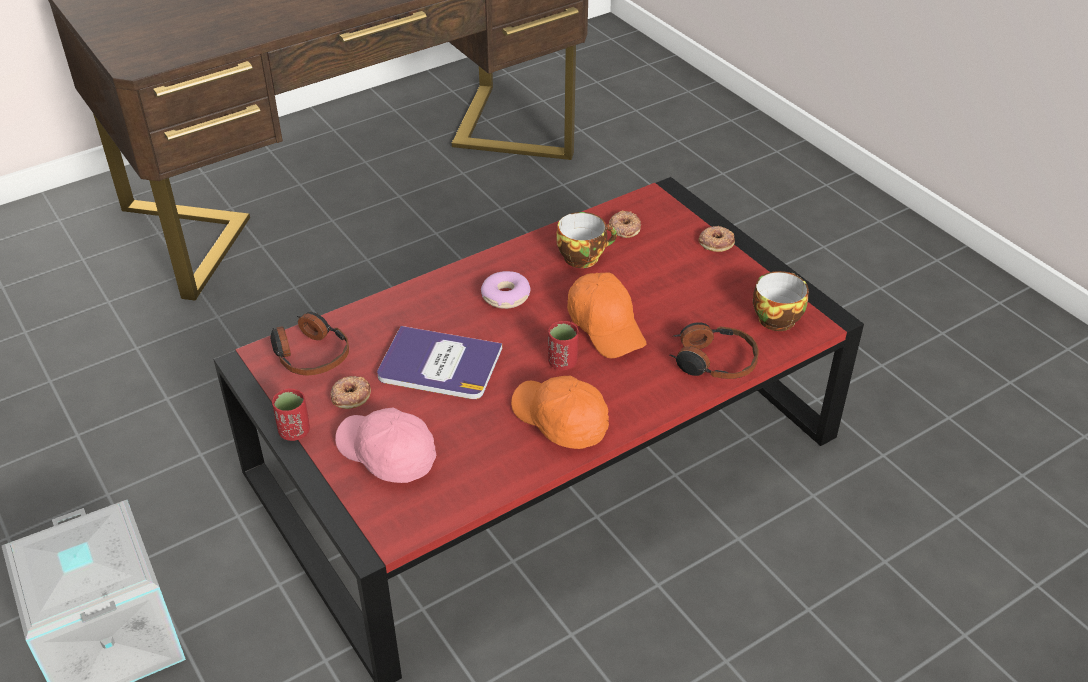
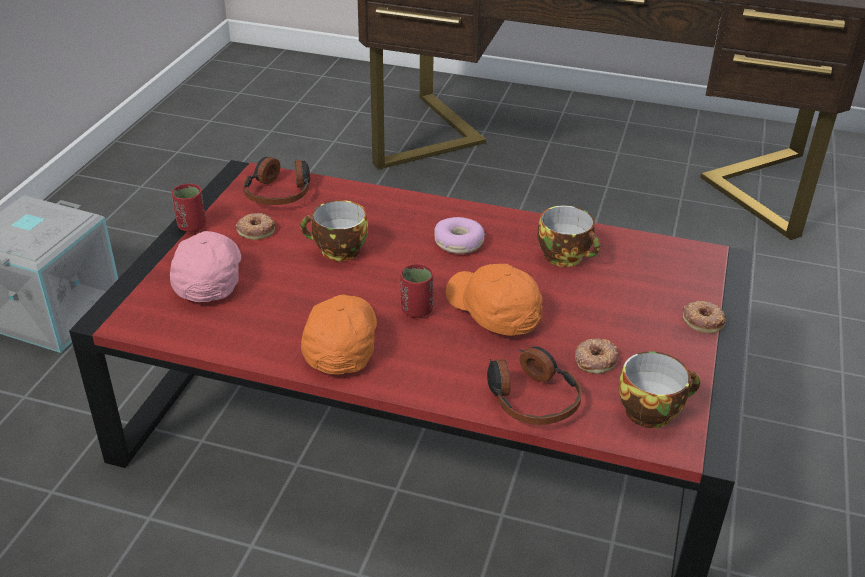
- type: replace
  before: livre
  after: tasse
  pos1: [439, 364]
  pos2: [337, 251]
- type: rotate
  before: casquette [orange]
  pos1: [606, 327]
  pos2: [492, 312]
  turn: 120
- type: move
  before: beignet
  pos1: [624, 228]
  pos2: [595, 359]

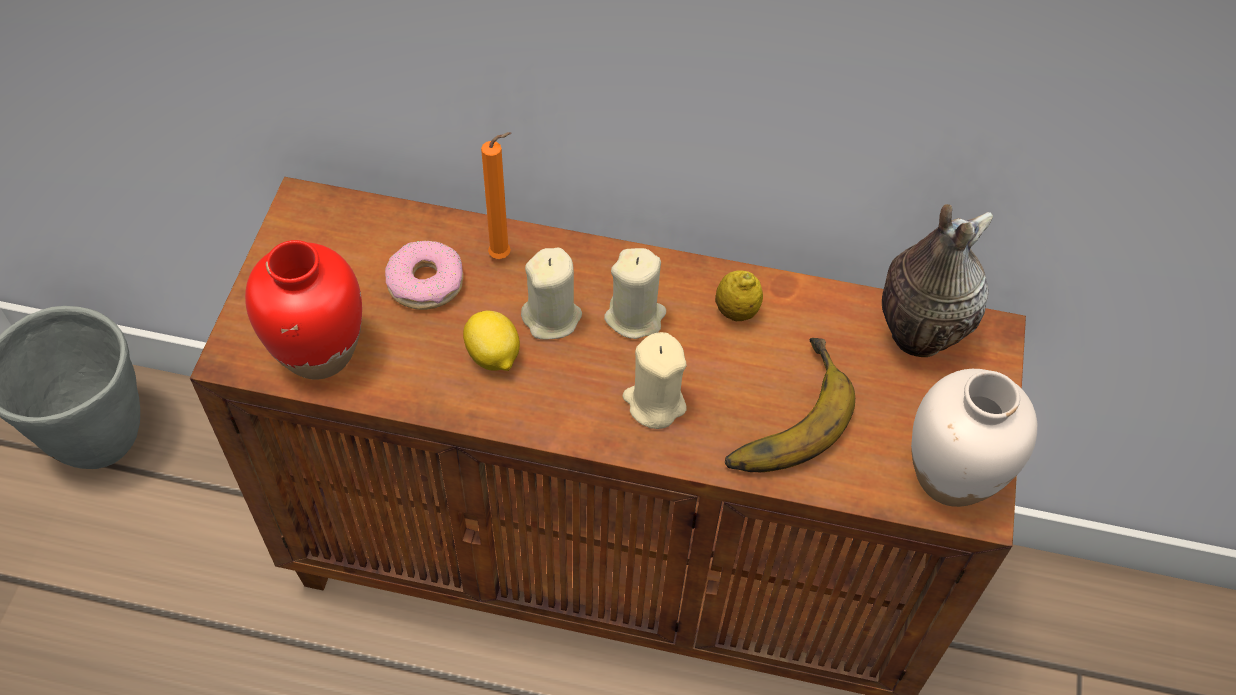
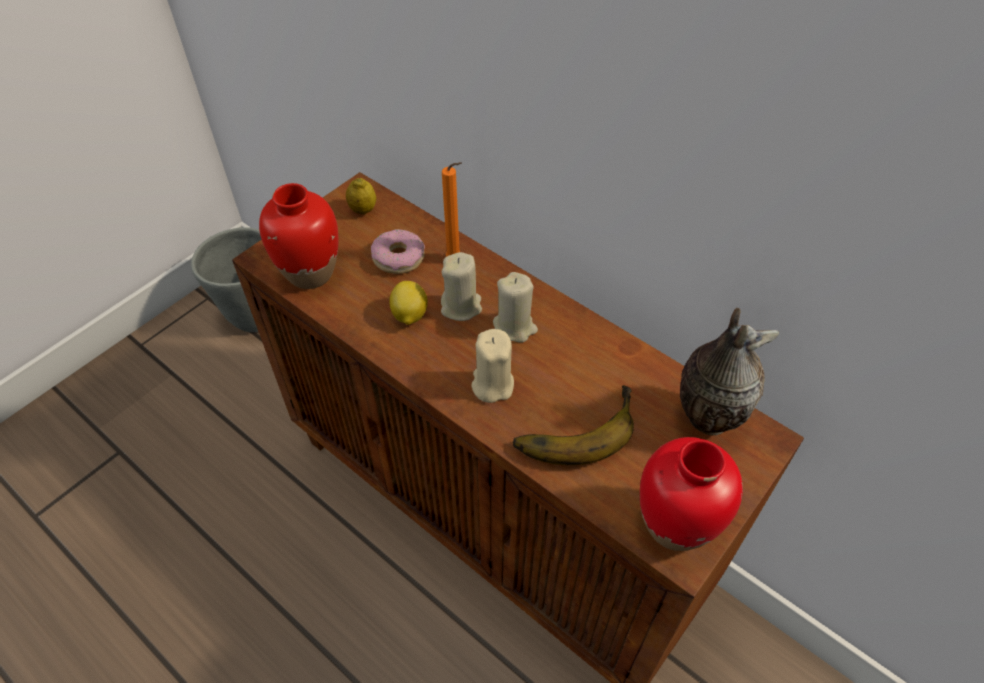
- type: move
  before: citron
  pos1: [736, 311]
  pos2: [363, 210]
- type: recolor
  before: vase [blanc]
  after: vase [rouge]
  pos1: [951, 476]
  pos2: [675, 524]

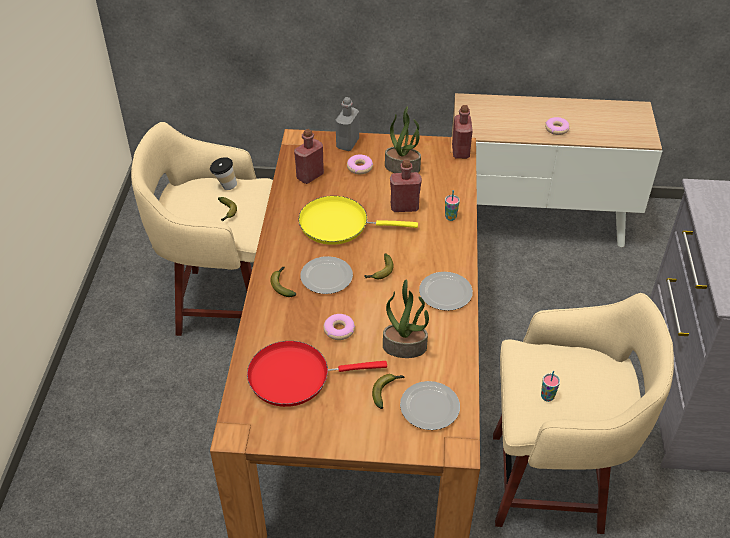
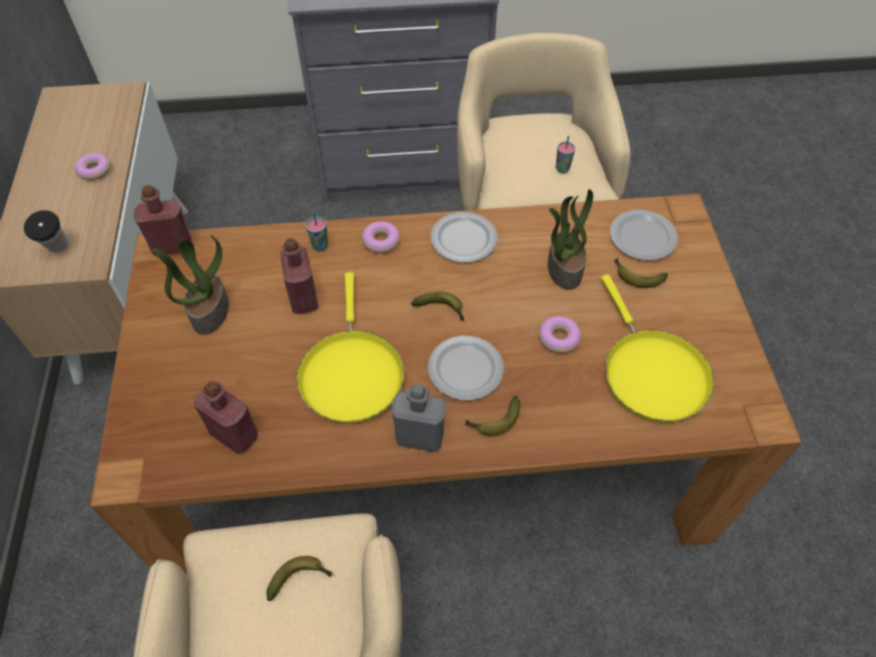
- type: move
  before: tasse
  pos1: [225, 186]
  pos2: [57, 250]
- type: move
  before: beignet
  pos1: [360, 167]
  pos2: [381, 241]
- type: move
  before: bouteille [gris]
  pos1: [347, 144]
  pos2: [419, 437]
- type: recolor
  before: poêle [rouge]
  after: poêle [jaune]
  pos1: [295, 376]
  pos2: [651, 372]

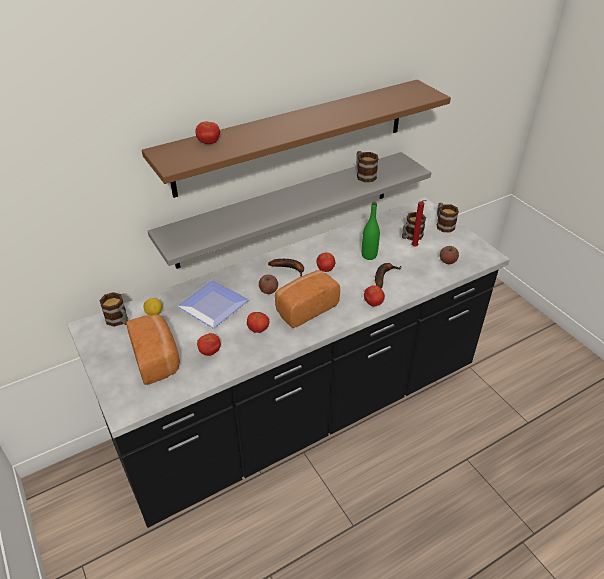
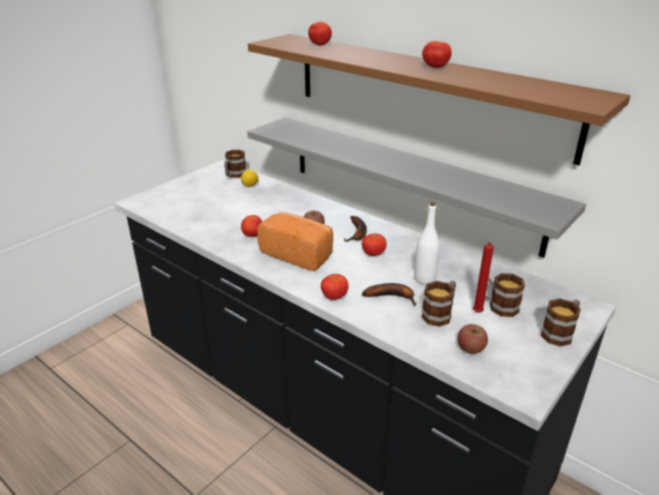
- type: recolor
  before: bouteille [vert]
  after: bouteille [blanc]
  pos1: [369, 255]
  pos2: [424, 279]
- type: move
  before: mug
  pos1: [364, 175]
  pos2: [440, 313]
- type: move
  before: tomate
  pos1: [210, 351]
  pos2: [435, 67]
- type: delete
  before: pain
  pos1: [157, 358]
- type: delete
  before: assiette
  pos1: [213, 307]

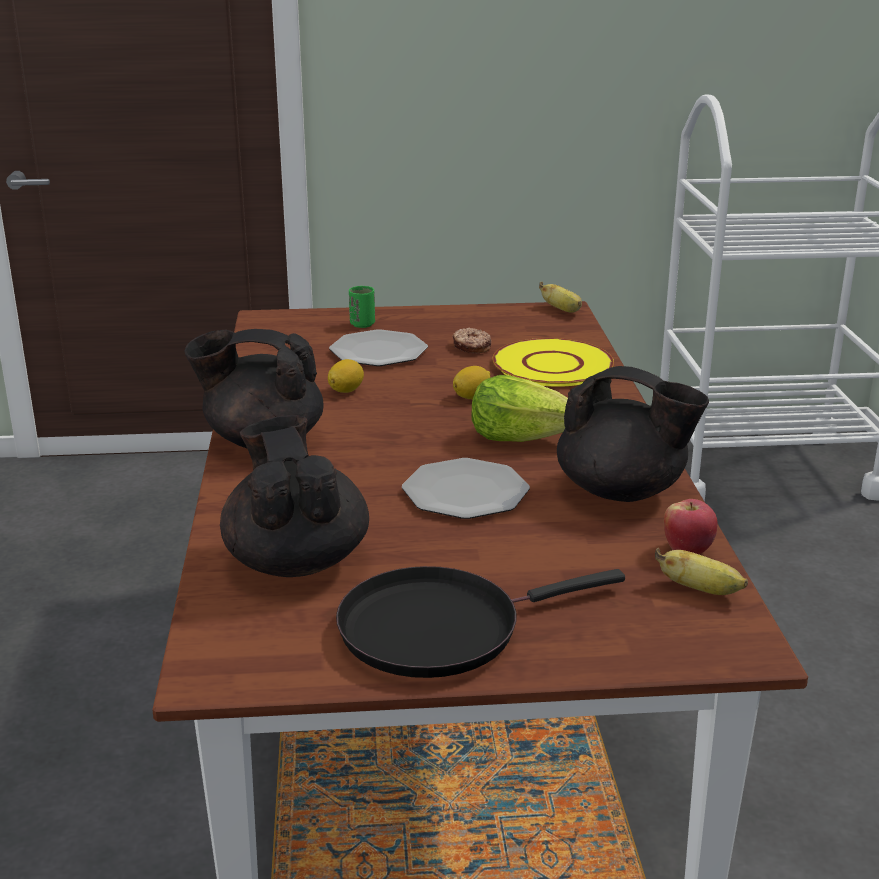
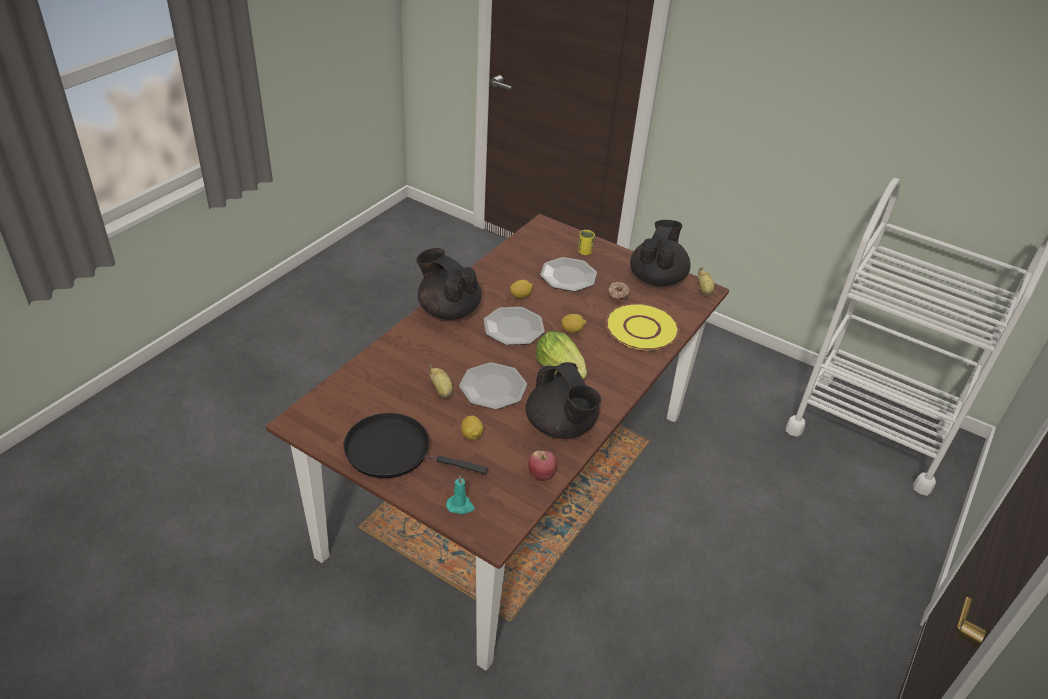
- type: move
  before: banane
  pos1: [700, 590]
  pos2: [441, 390]
- type: insert
  after: bougie [turquoise]
  pos2: [460, 506]
- type: insert
  after: citron
  pos2: [471, 435]
- type: insert
  after: assiette
  pos2: [513, 327]
- type: recolor
  before: tasse [vert]
  after: tasse [jaune]
  pos1: [362, 324]
  pos2: [584, 252]
- type: move
  before: théière [noir]
  pos1: [296, 560]
  pos2: [657, 278]

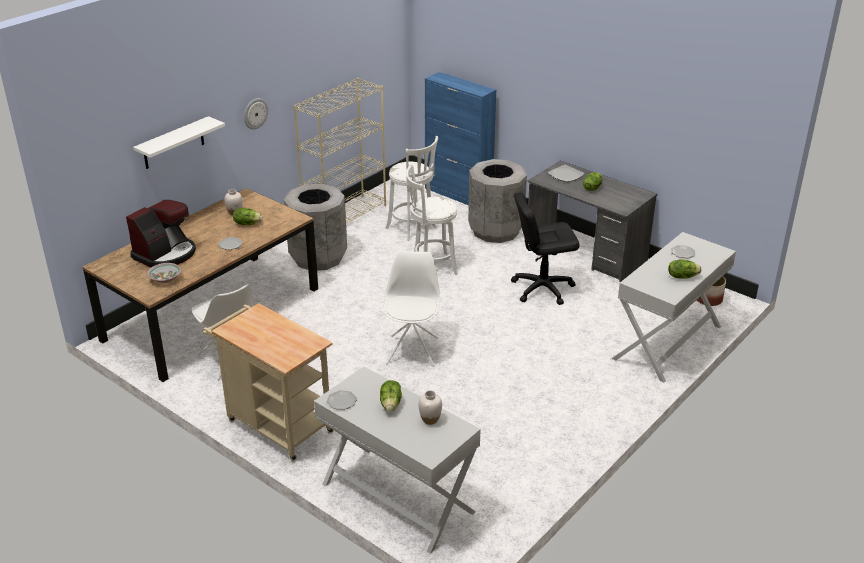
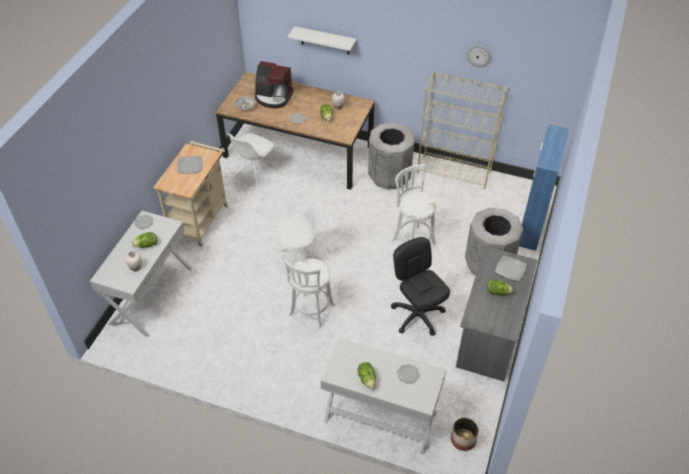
- type: insert
  after: assiette
  pos2: [190, 165]
- type: move
  before: tabouret [blanc]
  pos1: [412, 228]
  pos2: [310, 312]
- type: move
  before: horloge murale
  pos1: [255, 113]
  pos2: [479, 55]

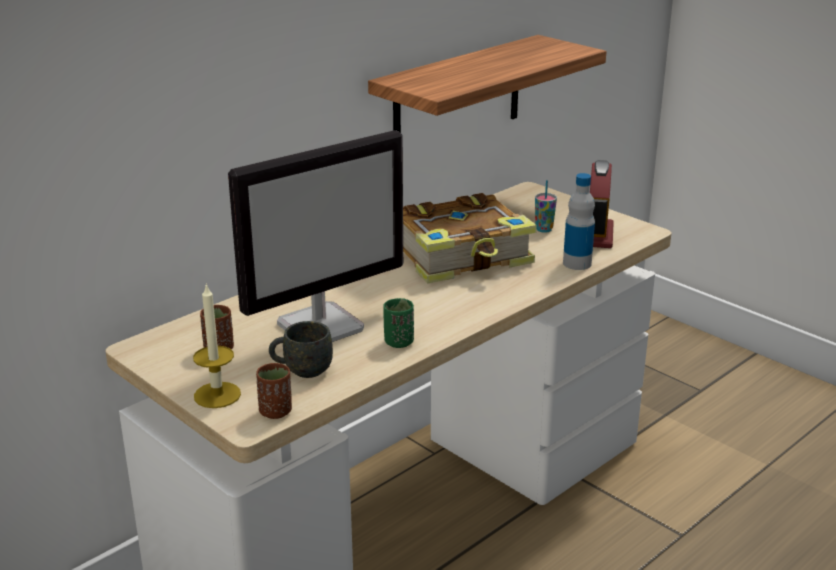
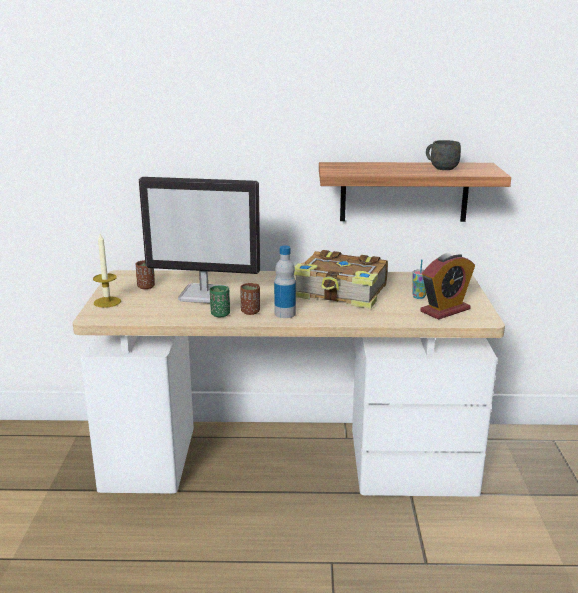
- type: move
  before: tasse [marron]
  pos1: [275, 412]
  pos2: [250, 312]
- type: move
  before: bouteille
  pos1: [577, 263]
  pos2: [285, 313]
- type: move
  before: mug [gris]
  pos1: [301, 370]
  pos2: [440, 167]

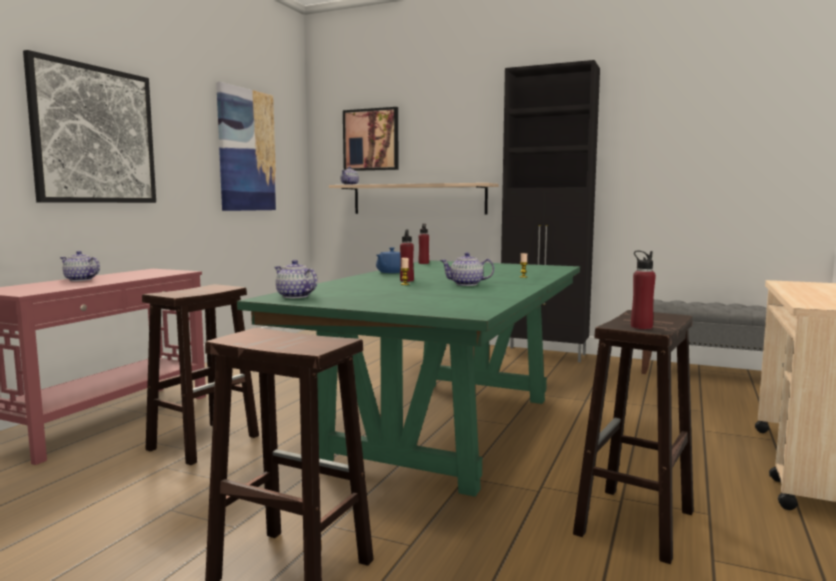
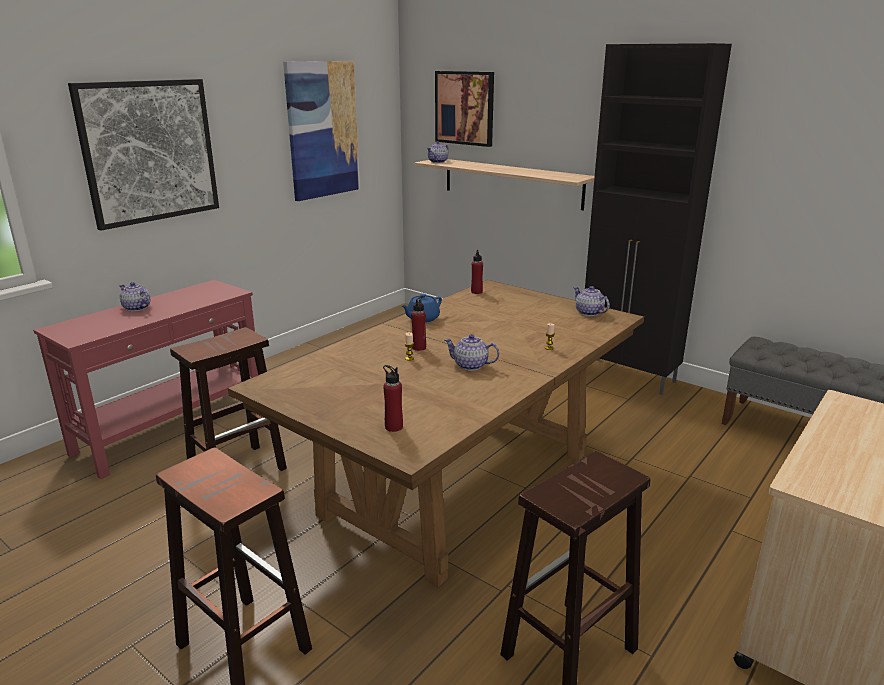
- type: recolor
  before: table à manger [vert]
  after: table à manger [marron]
  pos1: [444, 428]
  pos2: [458, 484]
- type: move
  before: bouteille [rouge]
  pos1: [641, 327]
  pos2: [393, 427]
- type: move
  before: théière
  pos1: [295, 296]
  pos2: [589, 313]

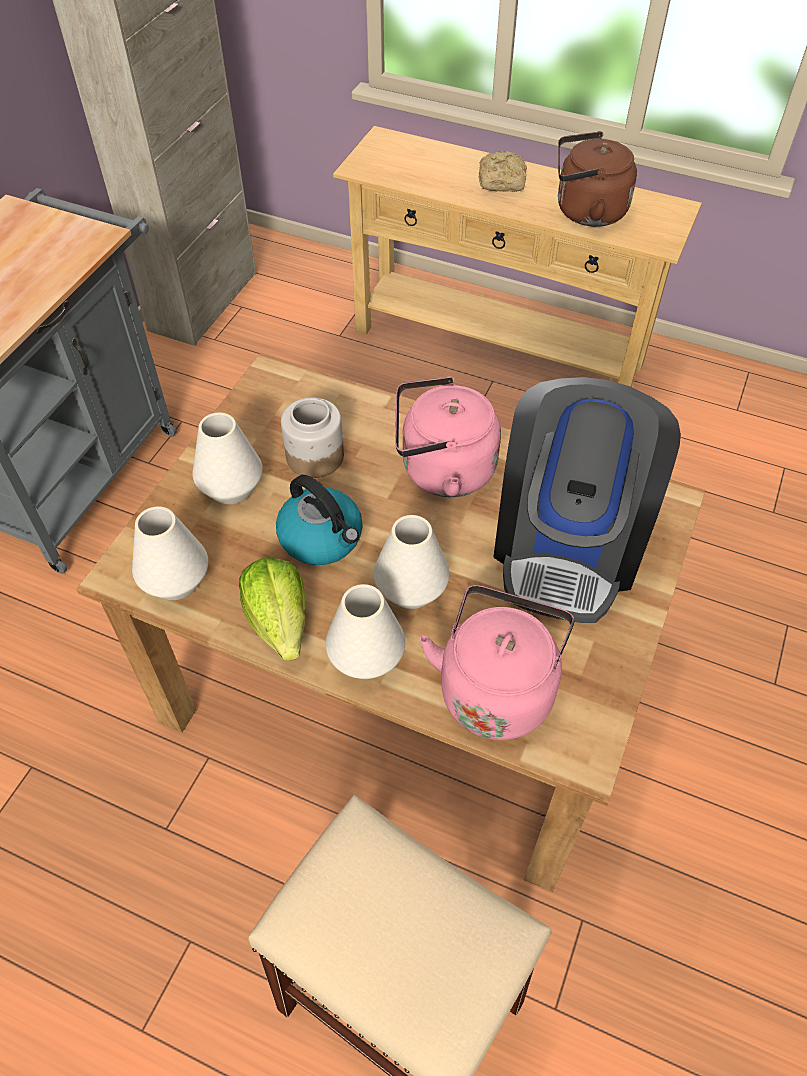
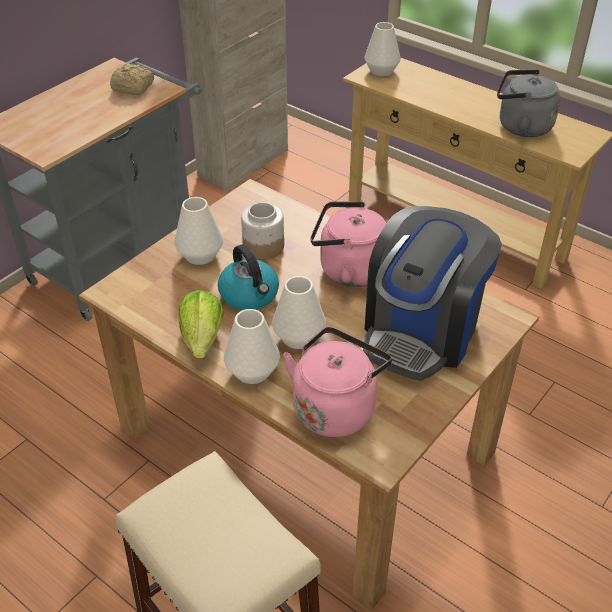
- type: move
  before: pain
  pos1: [503, 182]
  pos2: [134, 88]
- type: move
  before: vase [blanc]
  pos1: [175, 581]
  pos2: [381, 70]
- type: recolor
  before: bouilloire [marron]
  after: bouilloire [gris]
  pos1: [586, 212]
  pos2: [520, 126]

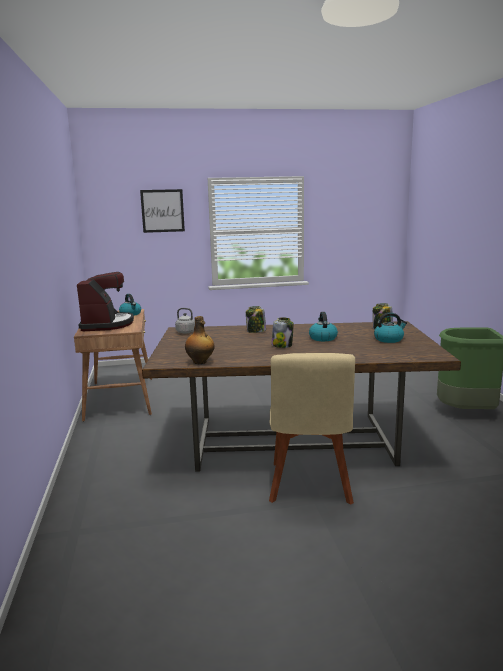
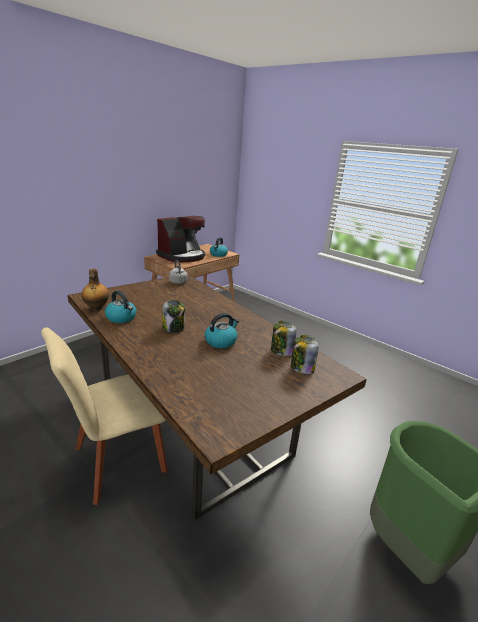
- type: move
  before: bouilloire
  pos1: [389, 339]
  pos2: [121, 318]
- type: move
  before: bocal
  pos1: [256, 331]
  pos2: [281, 351]
- type: delete
  before: tableau
  pos1: [162, 211]

